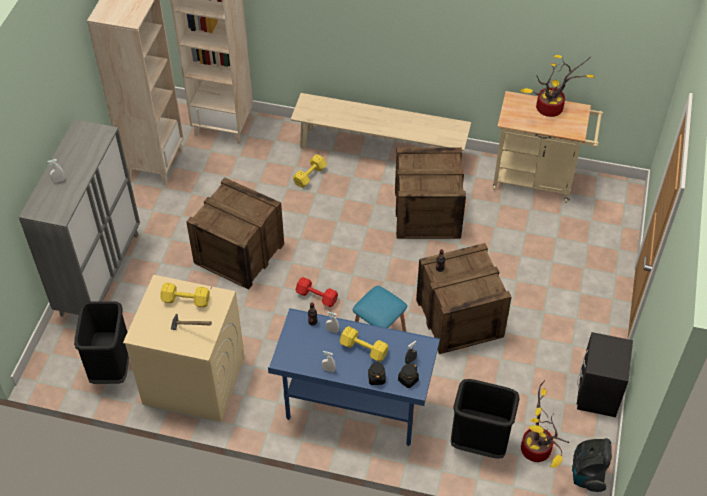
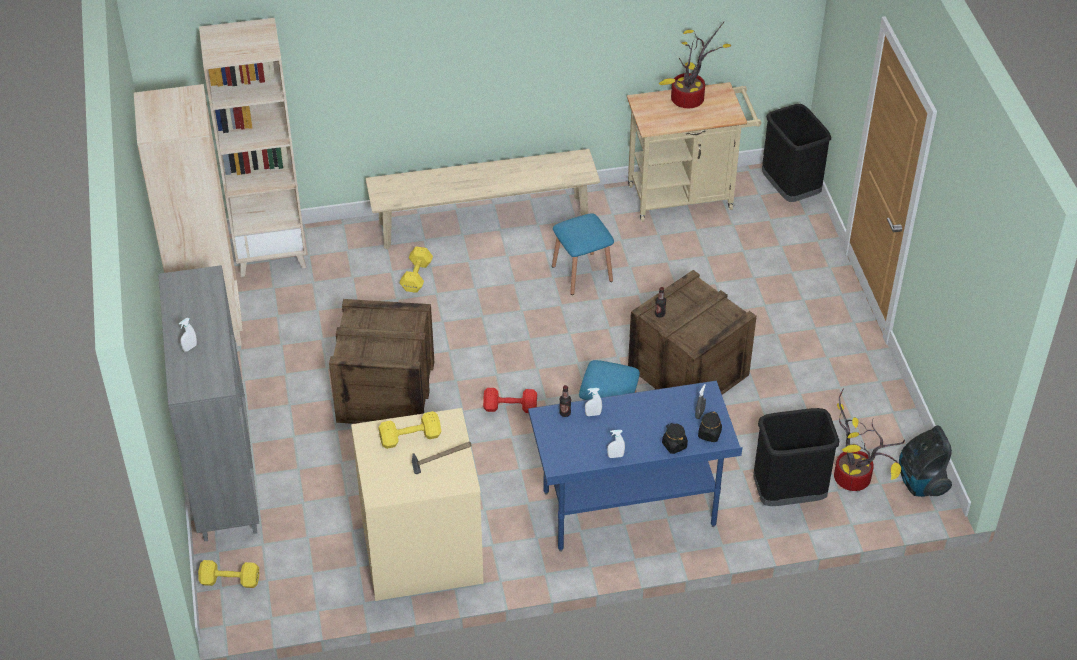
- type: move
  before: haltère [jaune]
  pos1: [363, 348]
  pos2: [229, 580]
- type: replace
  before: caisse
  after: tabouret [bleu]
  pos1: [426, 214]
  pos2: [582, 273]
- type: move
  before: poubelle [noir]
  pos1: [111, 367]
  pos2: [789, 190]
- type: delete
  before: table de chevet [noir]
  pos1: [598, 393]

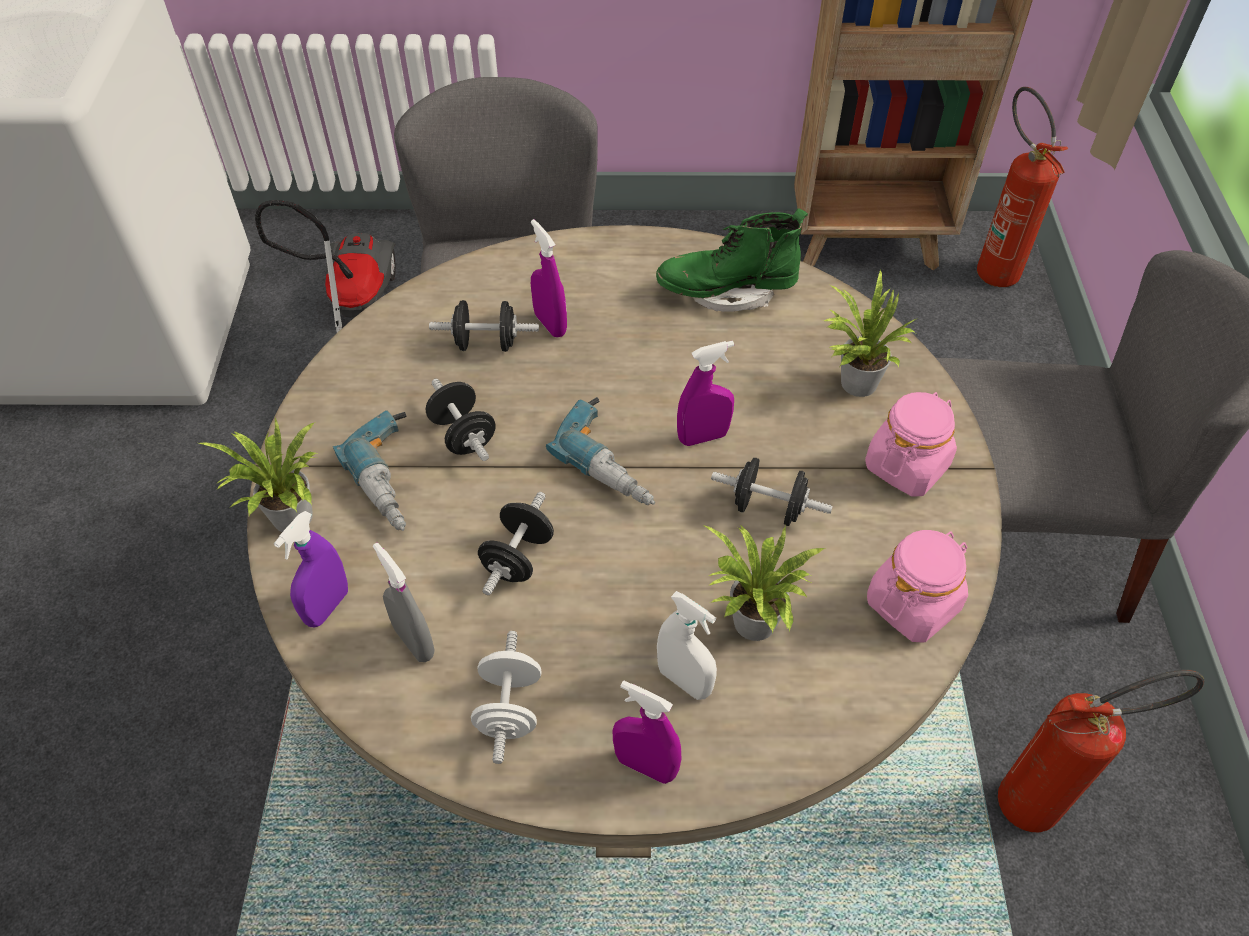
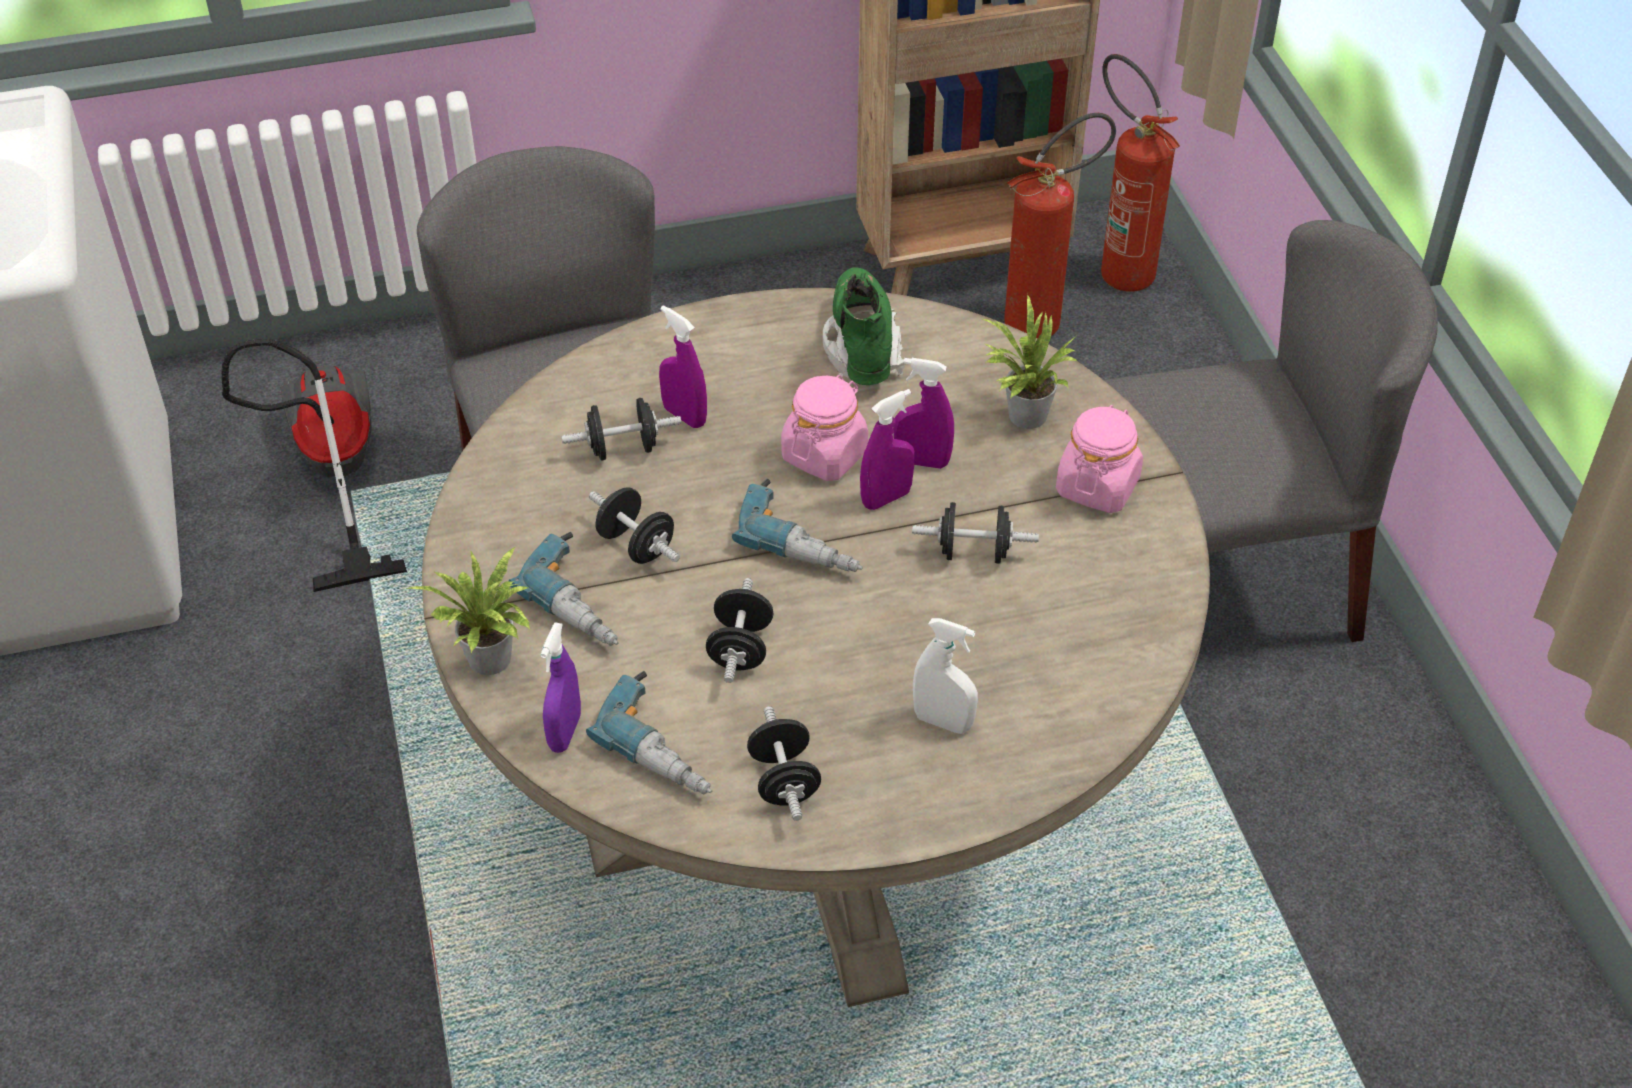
- type: replace
  before: vaporisateur [gris]
  after: perceuse
  pos1: [414, 642]
  pos2: [667, 744]
- type: recolor
  before: haltère [blanc]
  after: haltère [noir]
  pos1: [509, 709]
  pos2: [784, 781]
- type: move
  before: bocal [rose]
  pos1: [912, 604]
  pos2: [825, 454]
- type: rotate
  before: botte [vert]
  pos1: [727, 292]
  pos2: [862, 347]
  turn: 105
- type: move
  before: vaporisateur [violet]
  pos1: [645, 766]
  pos2: [922, 461]
- type: move
  before: extincteur
  pos1: [1043, 801]
  pos2: [1045, 320]
- type: delete
  before: plante en pot
  pos1: [752, 627]

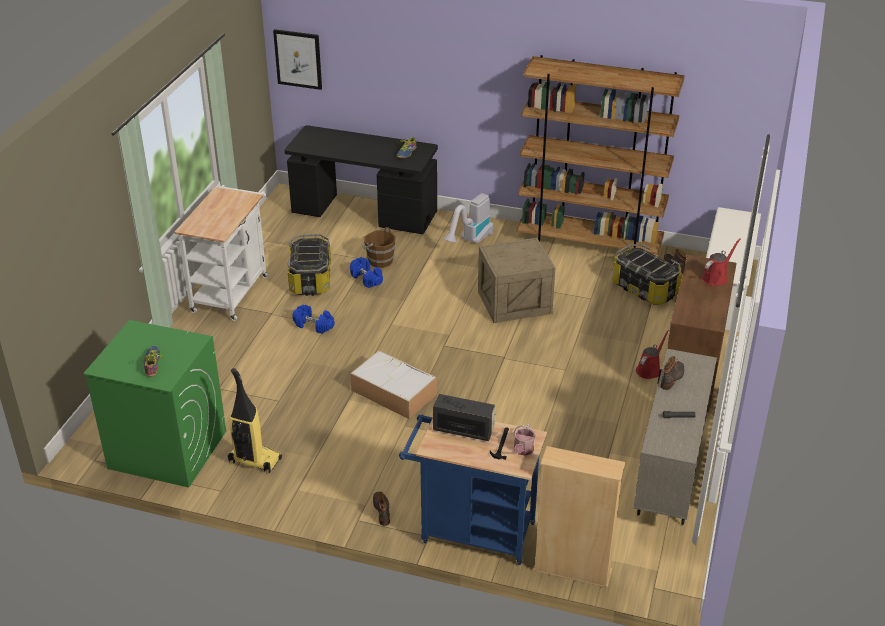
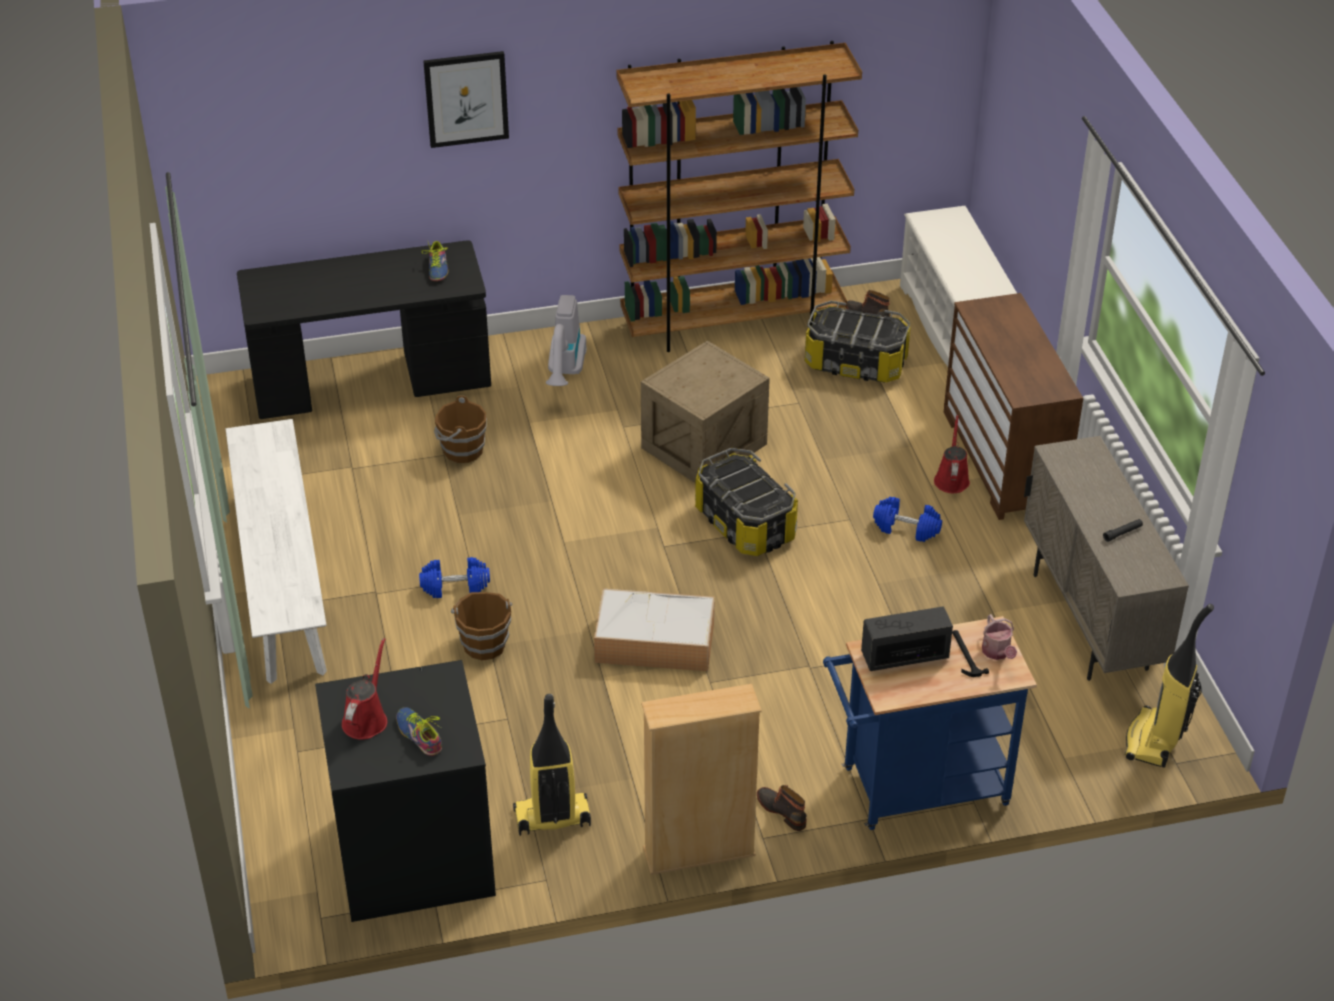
- type: replace
  before: chariot [blanc]
  after: banc [blanc]
  pos1: [232, 291]
  pos2: [282, 579]
- type: recolor
  before: lave-linge [vert]
  after: lave-linge [noir]
  pos1: [167, 449]
  pos2: [413, 856]
- type: move
  before: arrosoir [rouge]
  pos1: [716, 277]
  pos2: [366, 719]
- type: move
  before: tableau
  pos1: [298, 59]
  pos2: [466, 98]
- type: insert
  after: seau [marron]
  pos2: [484, 643]
- type: move
  before: bibliothèque [beige]
  pos1: [572, 570]
  pos2: [699, 852]
- type: move
  before: boîte de rangement
  pos1: [311, 279]
  pos2: [746, 523]
- type: move
  before: haltère [bleu]
  pos1: [367, 279]
  pos2: [906, 528]
- type: insert
  after: aspirateur
  pos2: [1154, 741]
- type: delete
  before: botte
  pos1: [672, 378]

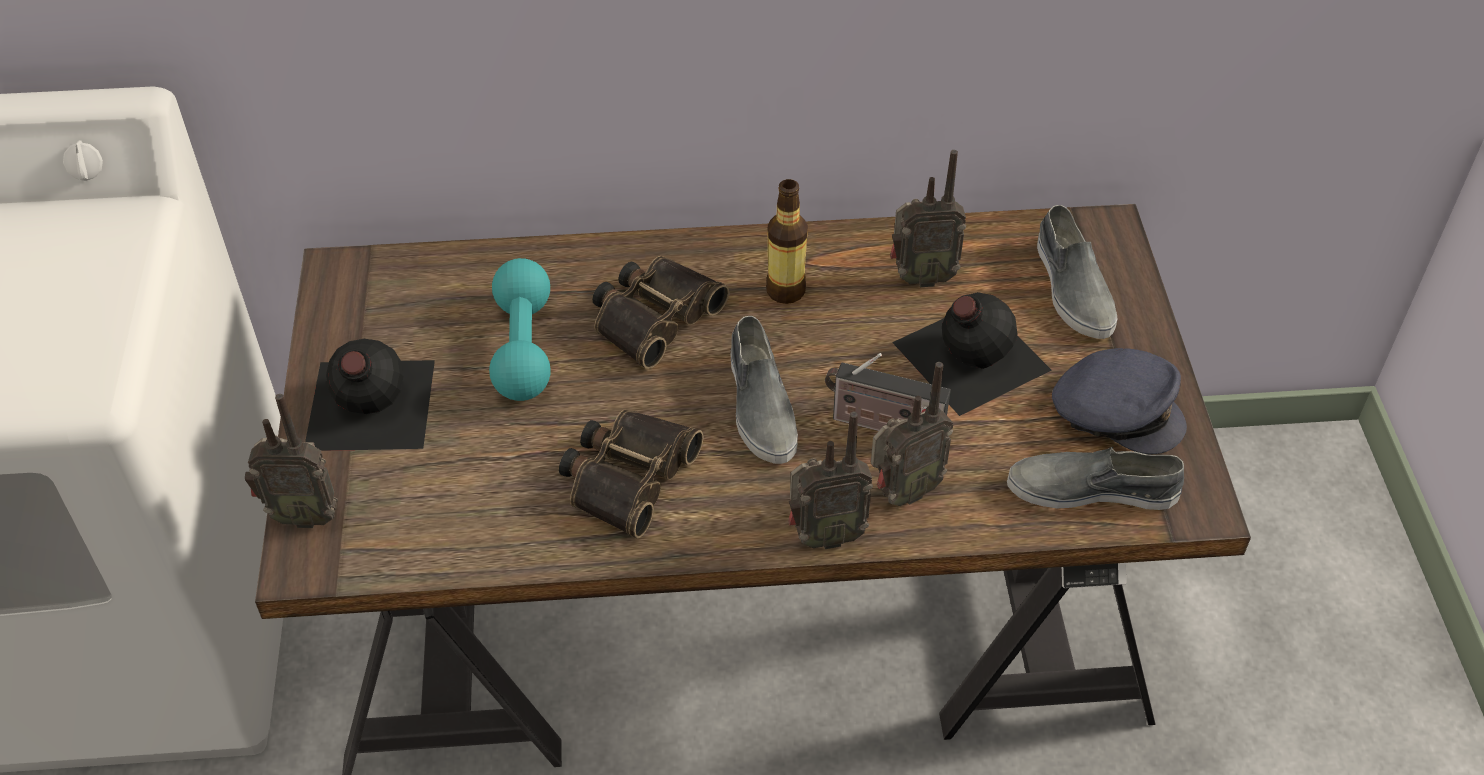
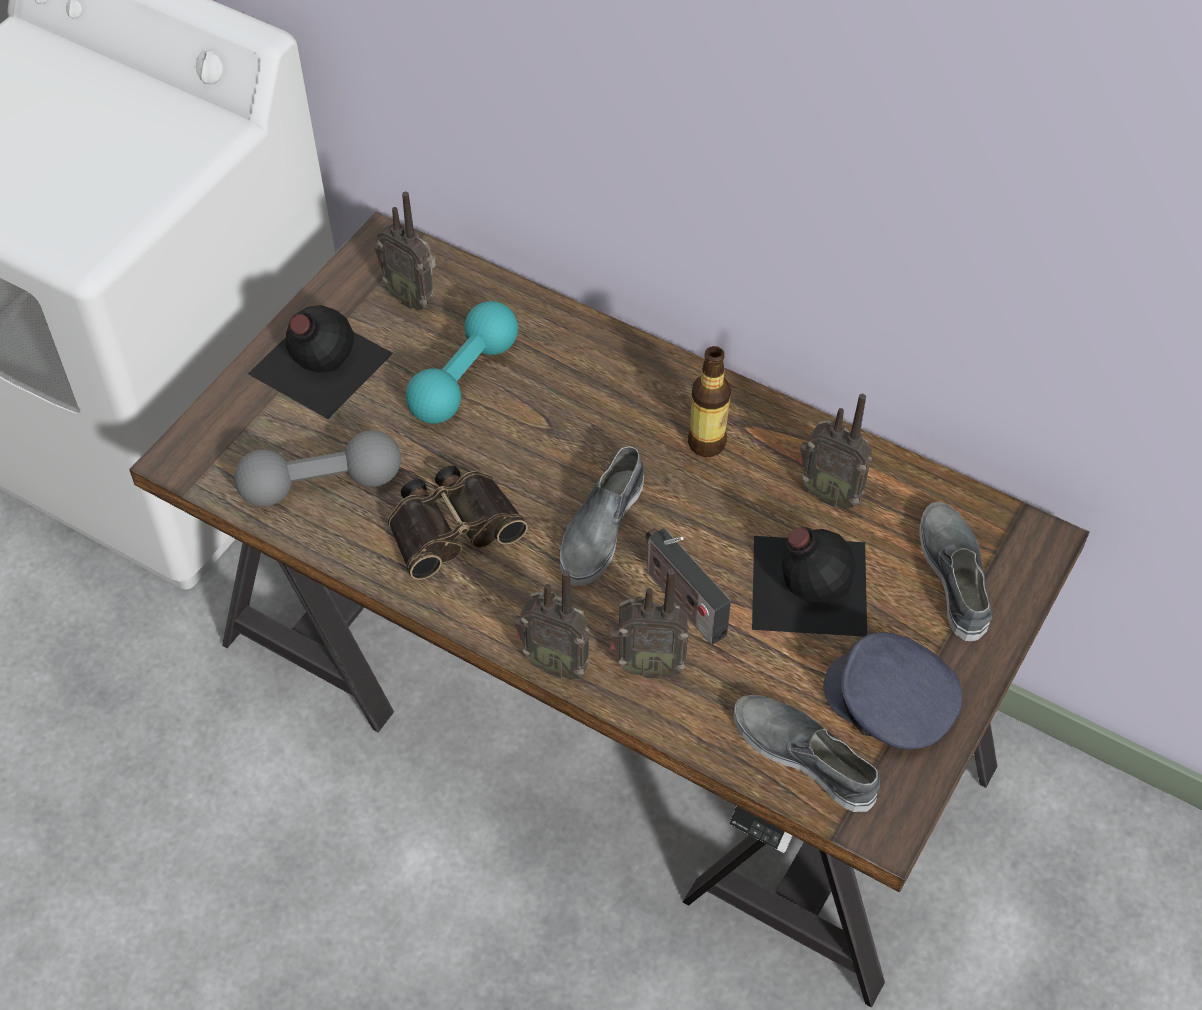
- type: insert
  after: haltère [gris]
  pos2: [321, 485]
- type: move
  before: radio
  pos1: [304, 514]
  pos2: [412, 297]
- type: rotate
  before: casquette [gris]
  pos1: [1116, 411]
  pos2: [889, 704]
  turn: 150
- type: rotate
  before: chaussure [gris]
  pos1: [1072, 287]
  pos2: [955, 575]
  turn: 150
- type: delete
  before: jumelles
  pos1: [653, 316]

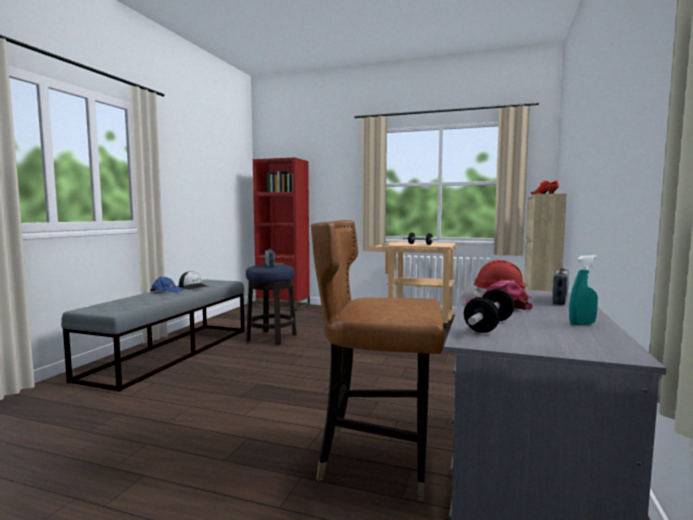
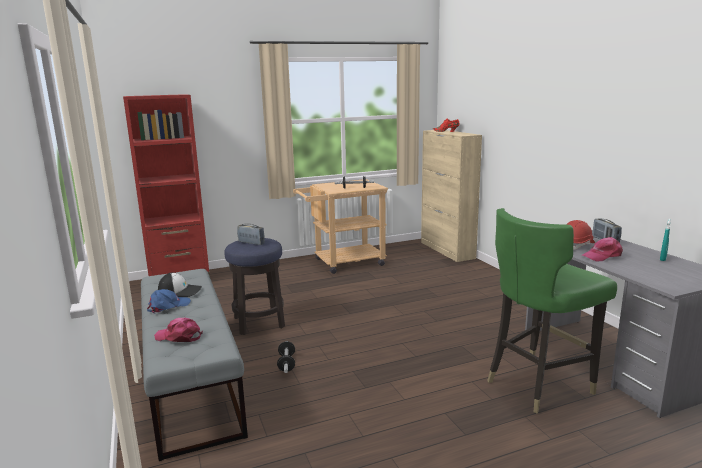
- type: insert
  after: casquette [rose]
  pos2: [179, 337]
- type: move
  before: haltère
  pos1: [489, 326]
  pos2: [286, 364]
- type: recolor
  before: chaise [marron]
  after: chaise [vert]
  pos1: [378, 460]
  pos2: [538, 384]

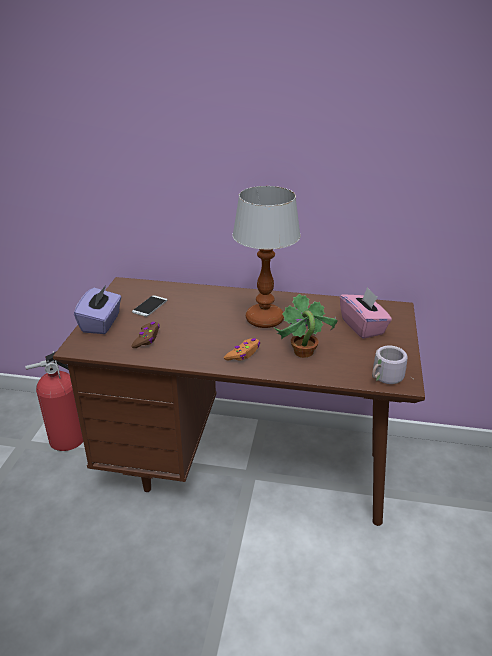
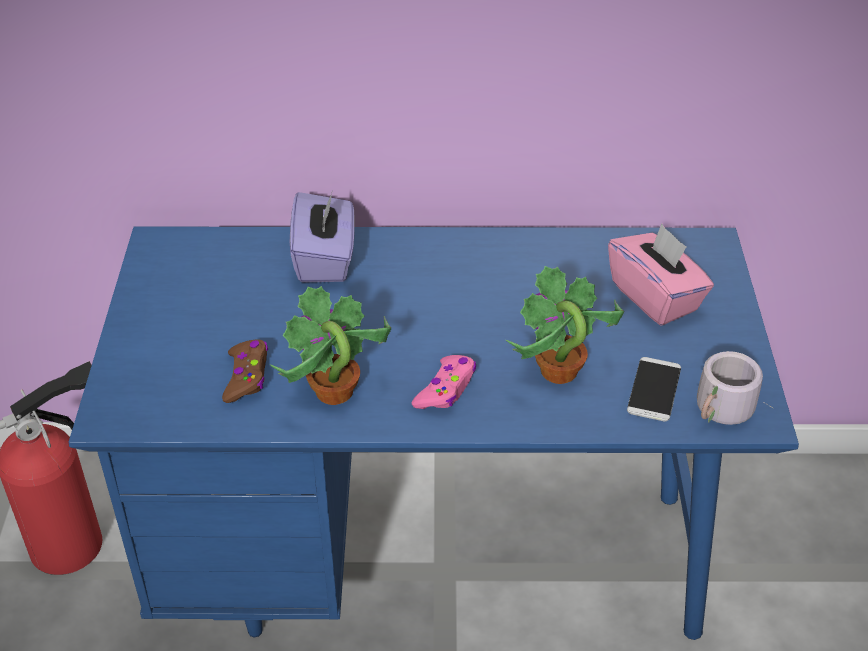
- type: recolor
  before: bureau [marron]
  after: bureau [bleu]
  pos1: [246, 468]
  pos2: [434, 560]
- type: insert
  after: plante en pot
  pos2: [333, 392]
- type: move
  before: boîte à mouchoirs [violet]
  pos1: [101, 323]
  pos2: [325, 259]
- type: recolor
  before: manette [orange]
  after: manette [rose]
  pos1: [243, 354]
  pos2: [446, 389]
- type: move
  before: téléphone
  pos1: [150, 306]
  pos2: [654, 390]
- type: delete
  before: lampe de table
  pos1: [265, 319]

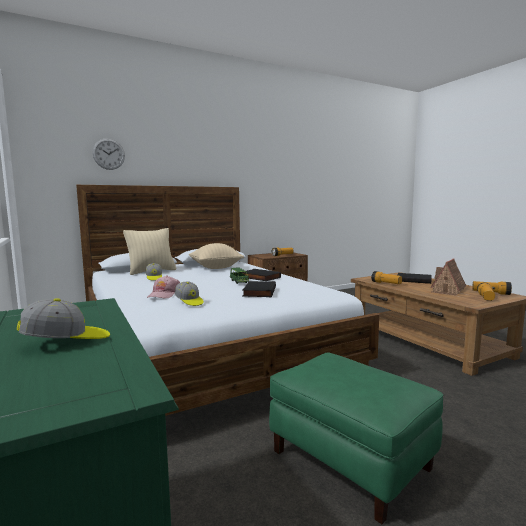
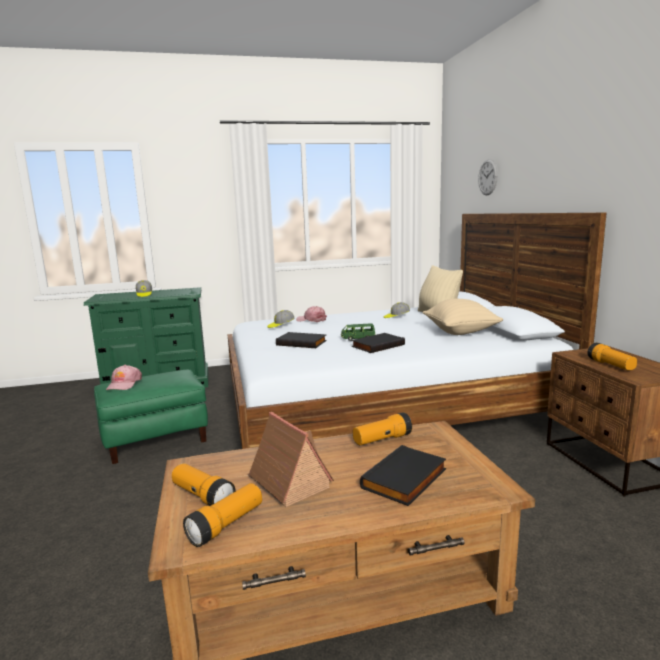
- type: insert
  after: casquette [rose]
  pos2: [124, 384]

